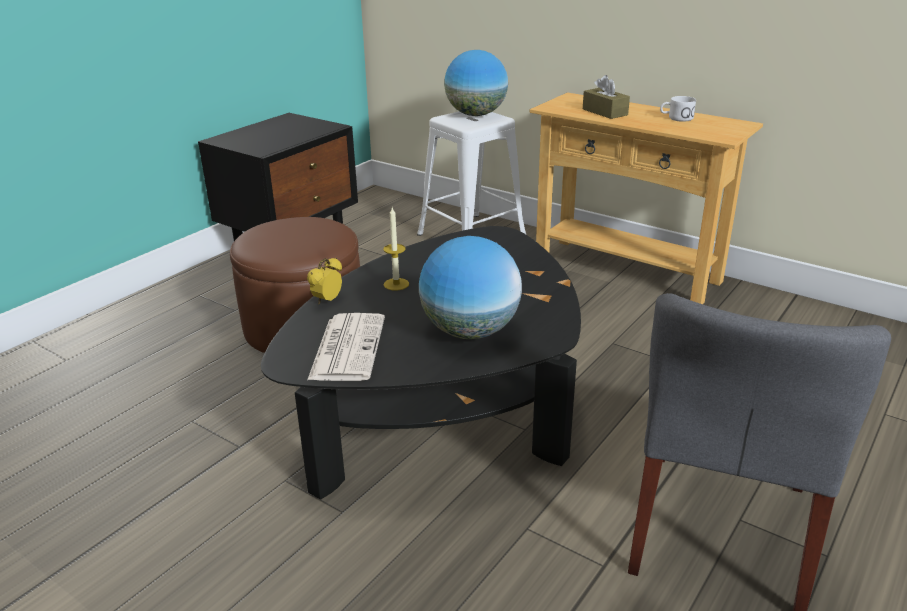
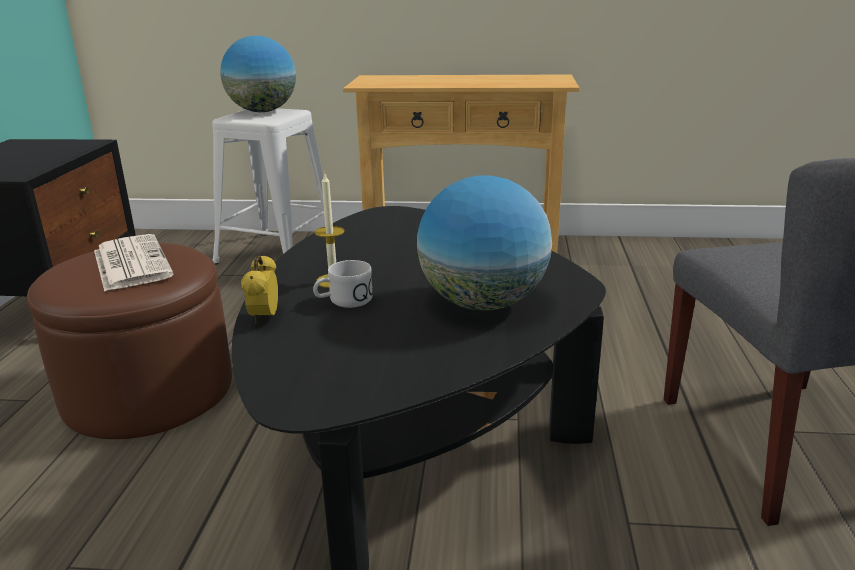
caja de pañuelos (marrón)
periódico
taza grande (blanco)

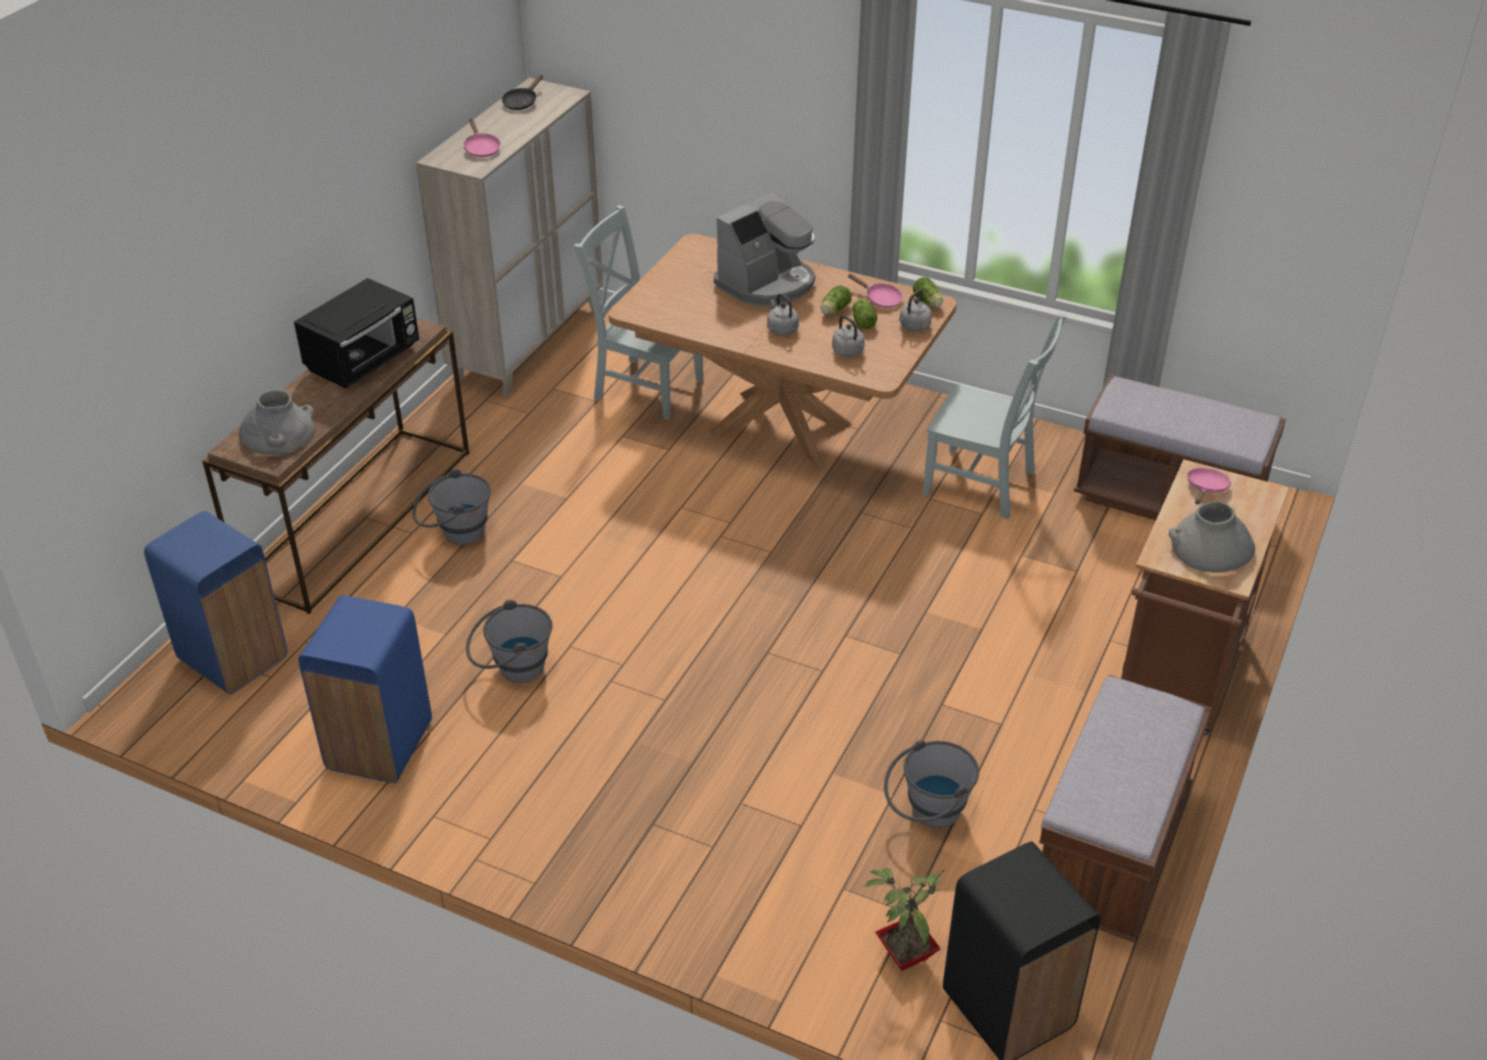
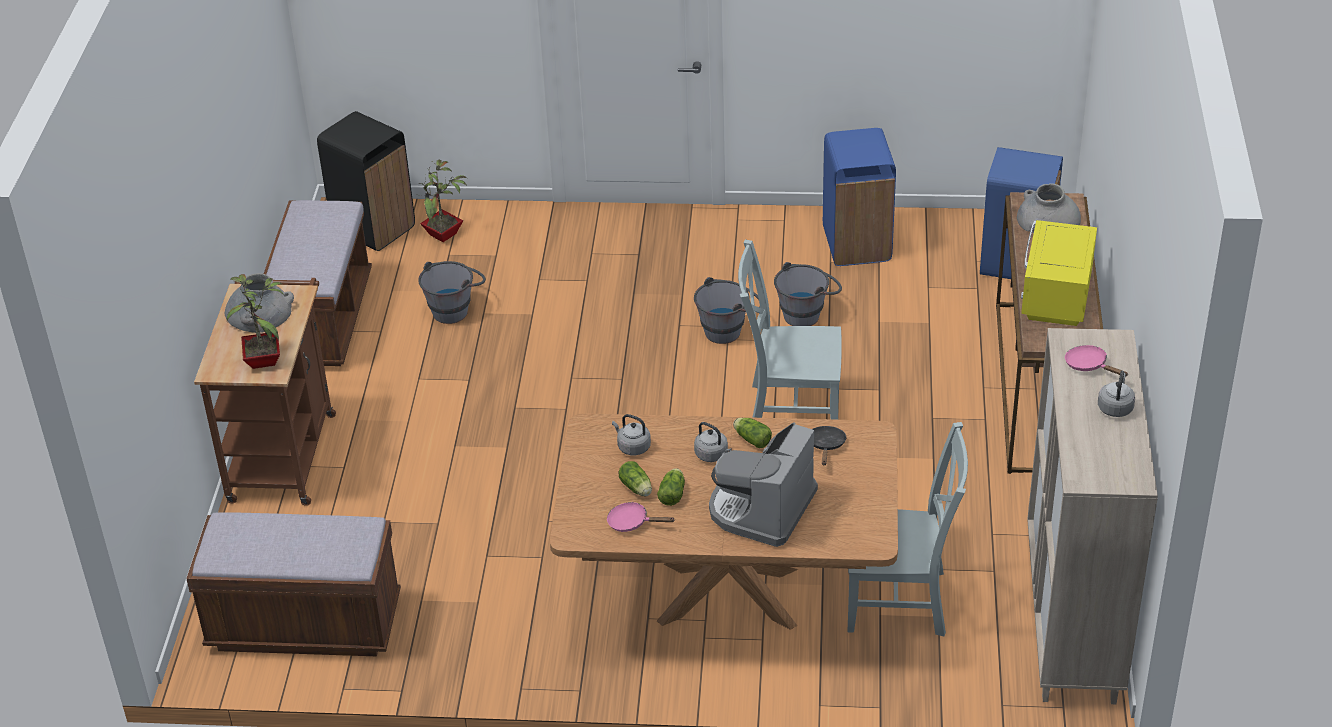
cubo (gris) (no. 2 from left)
sartén (negro)
hervidor (gris) (no. 3 from left)
lechuga (no. 3 from left)
silla (gris) (no. 1 from left)
planta en maceta (no. 1 from left)
microondas (amarillo)

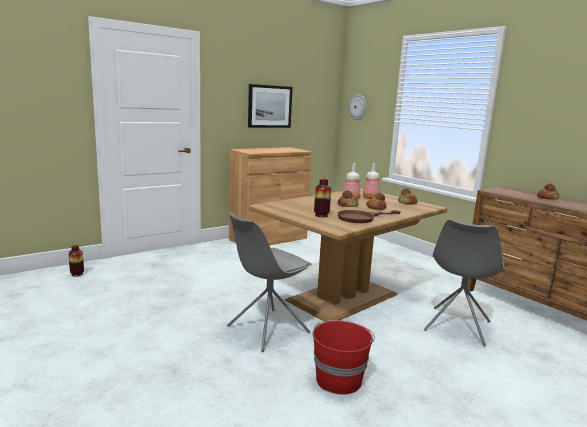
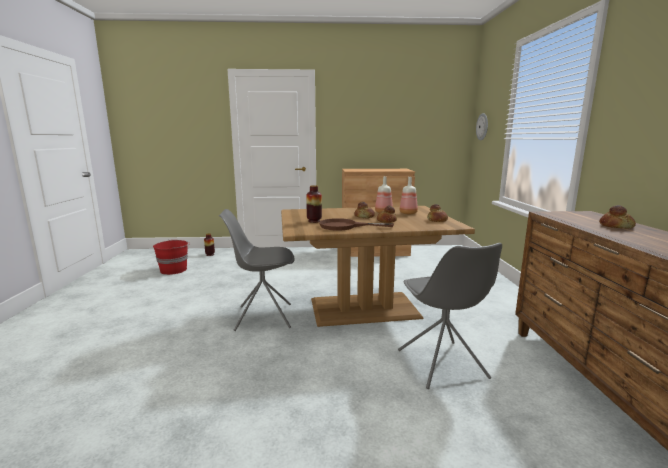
cuadro
cubo (rojo)
silla (gris) (no. 2 from left)

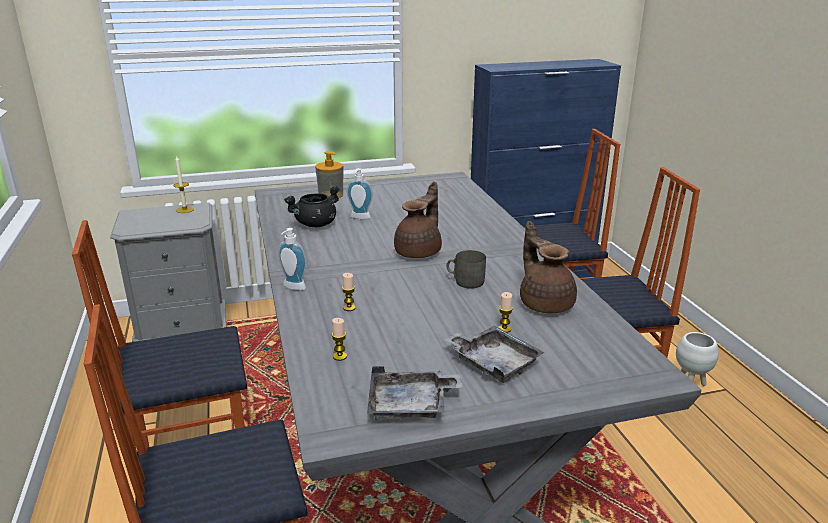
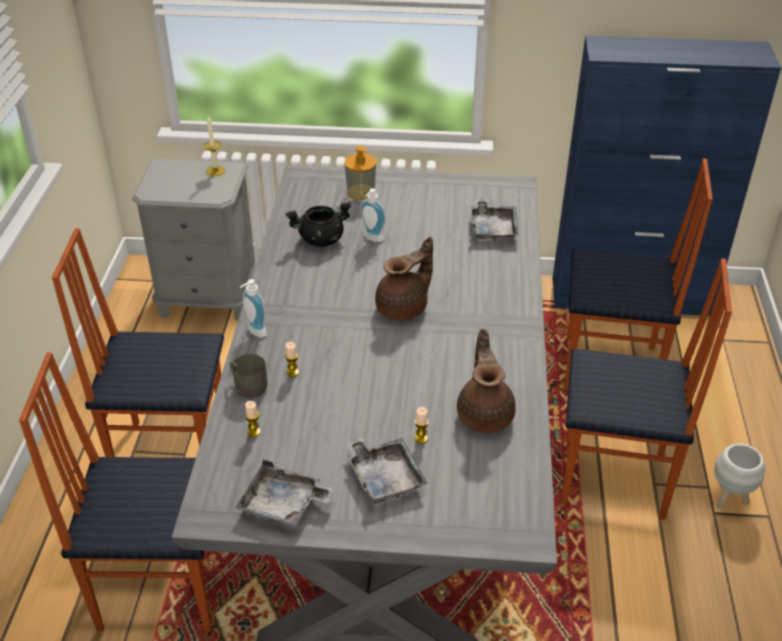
bandeja (gris) (no. 3 from left)
taza grande (gris)

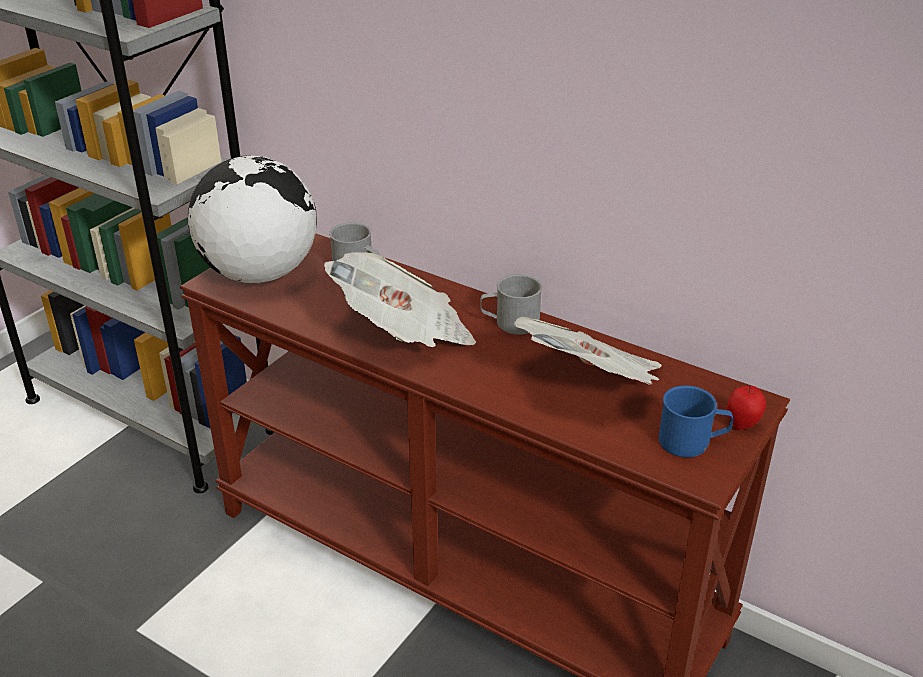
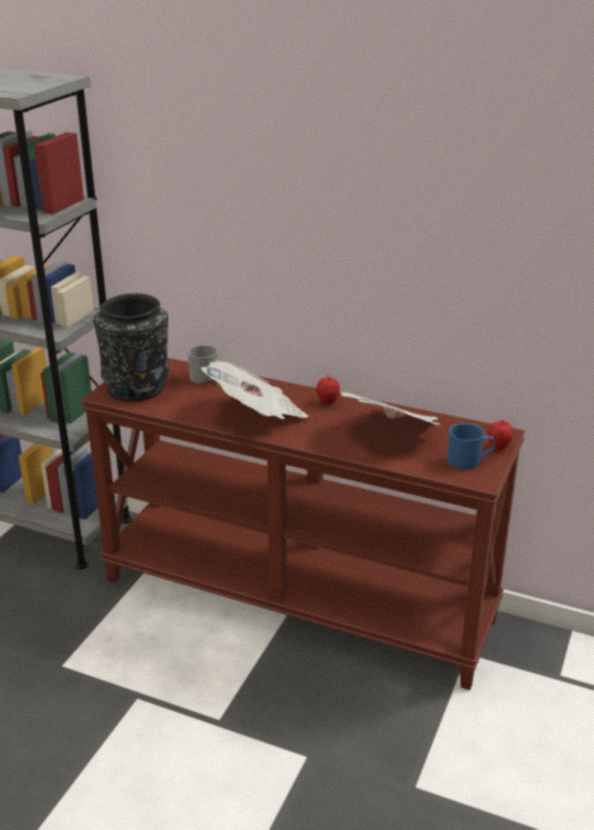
florero (negro)
manzana (no. 1 from left)

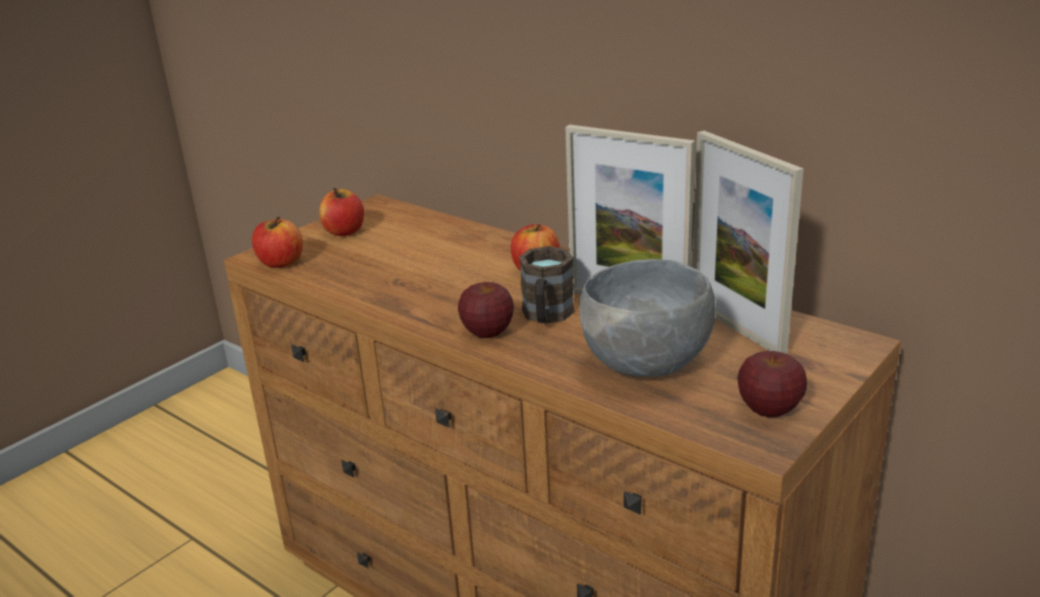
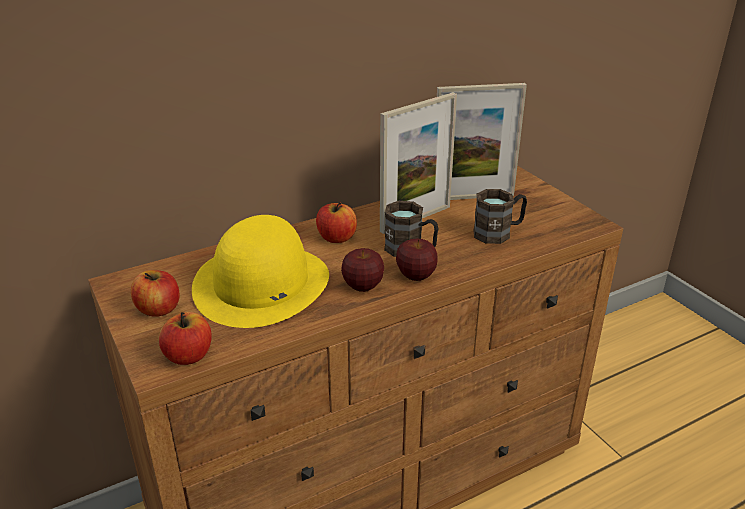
sombrero (amarillo)
manzana (no. 4 from left)
taza grande (marrón) (no. 2 from left)

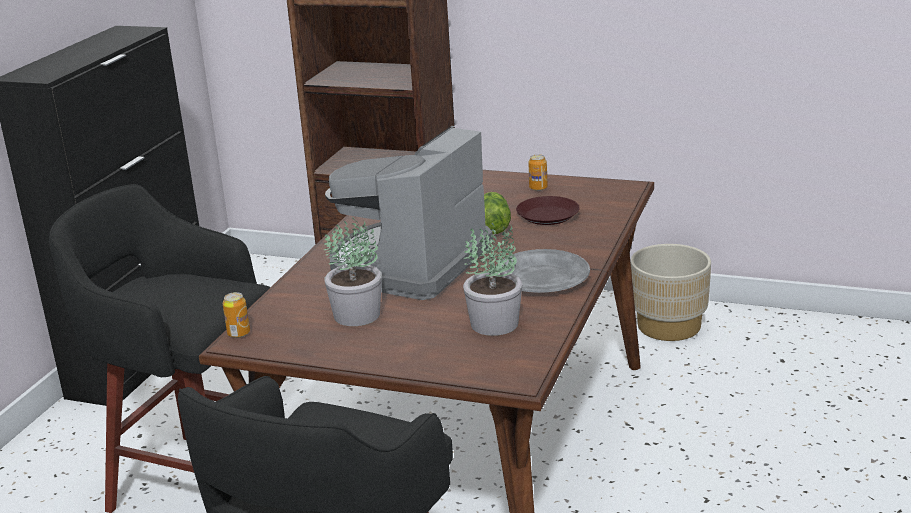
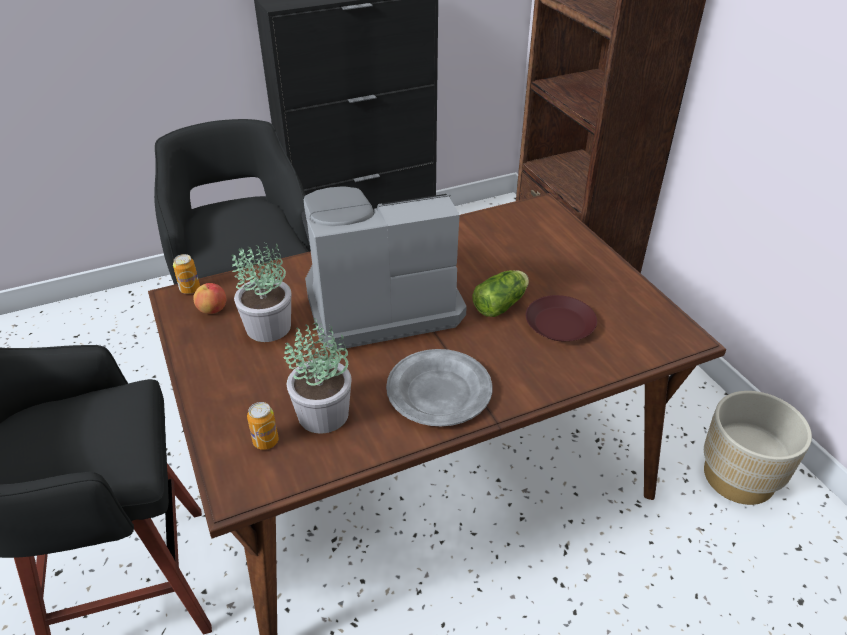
manzana
lata (no. 2 from left)

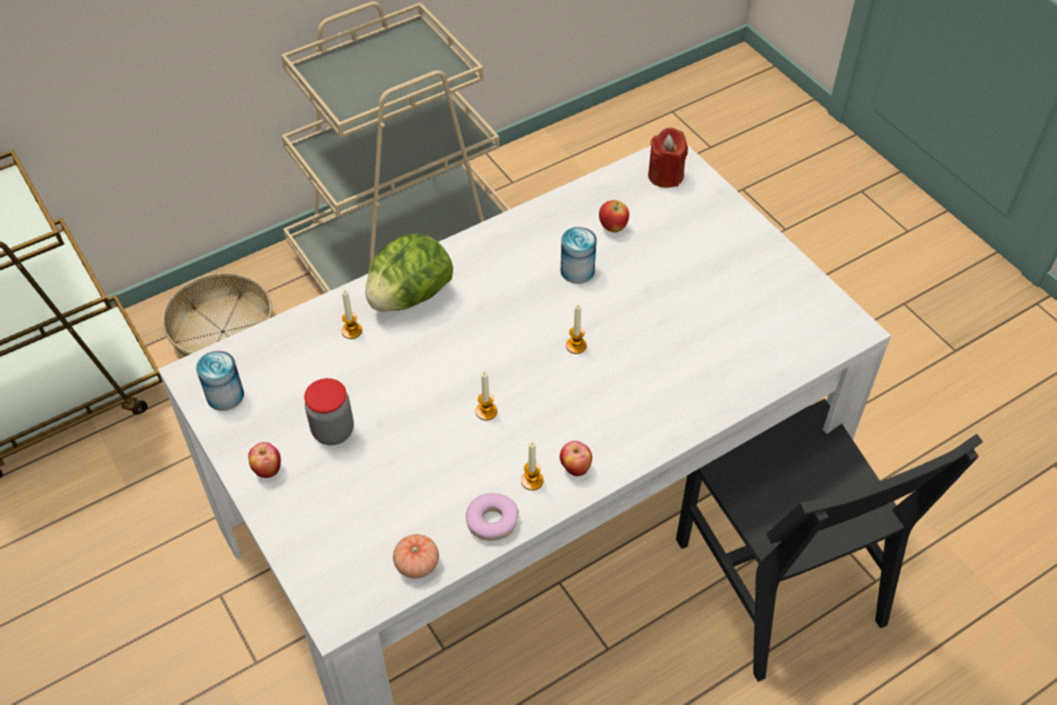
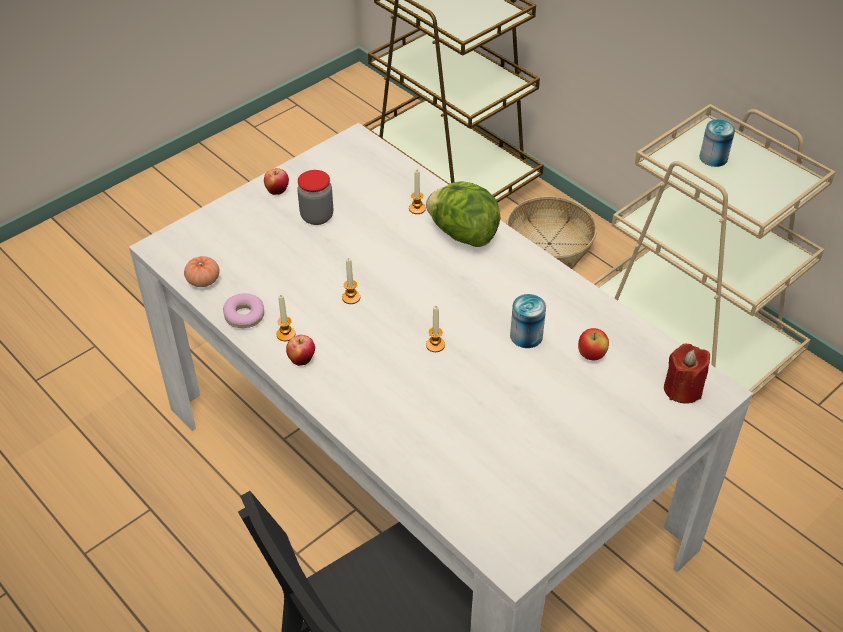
lata (no. 2 from left)

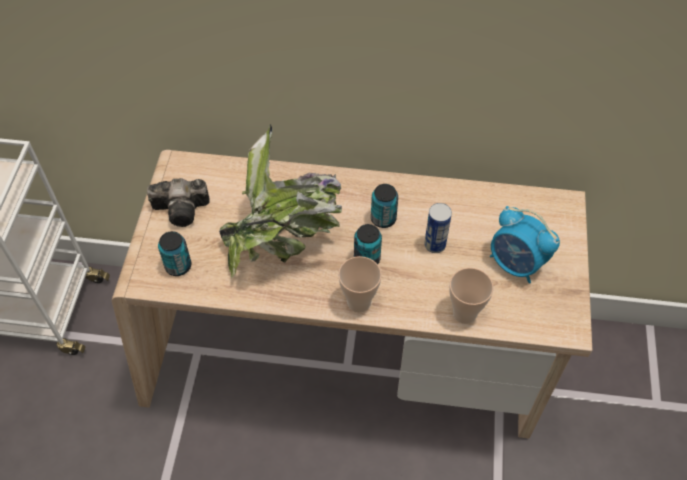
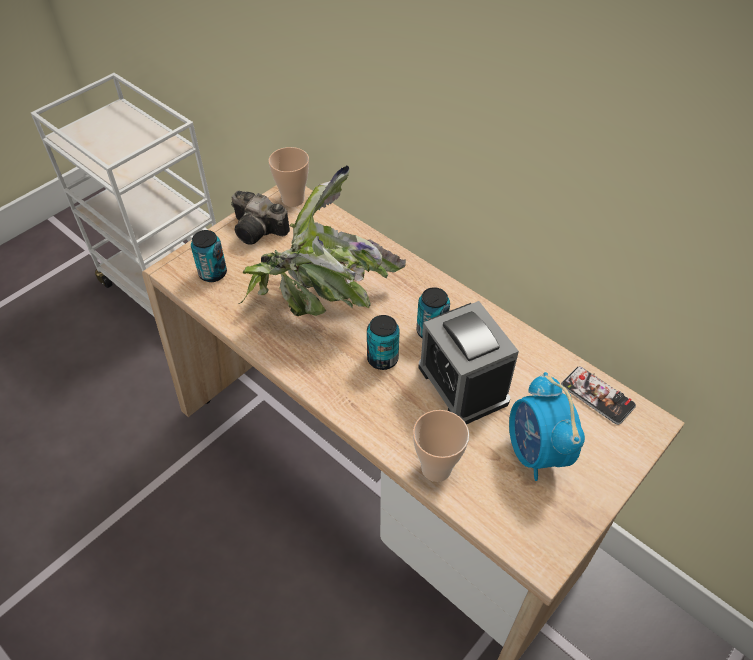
móvil
taza (no. 1 from left)
despertador (no. 1 from left)

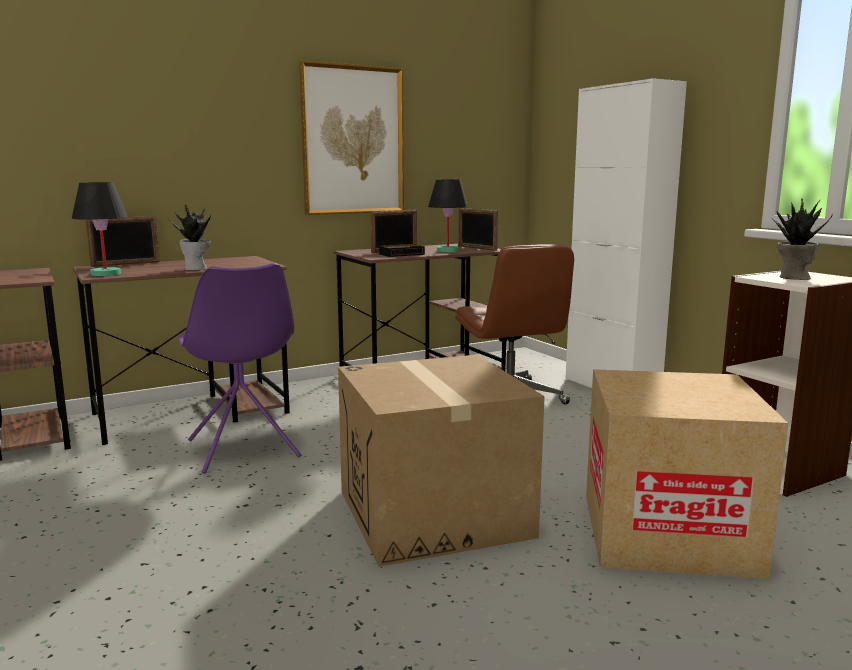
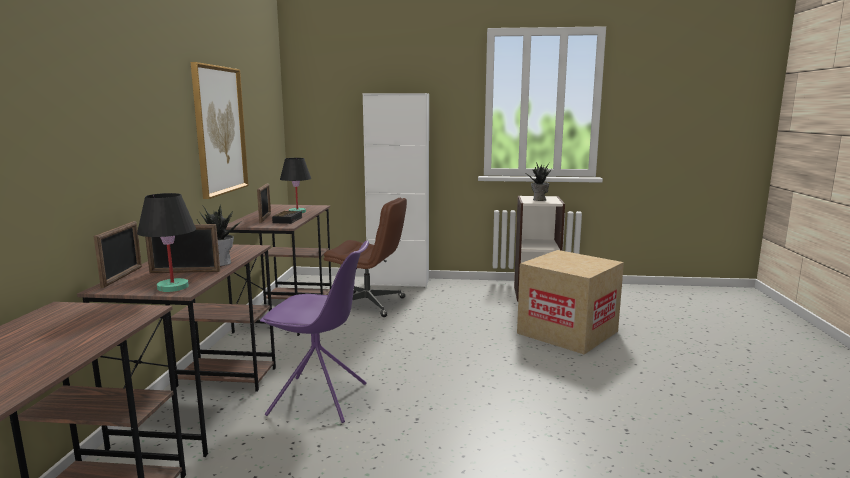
caja de cartón (no. 1 from left in the first image)
portarretratos (no. 2 from left)

